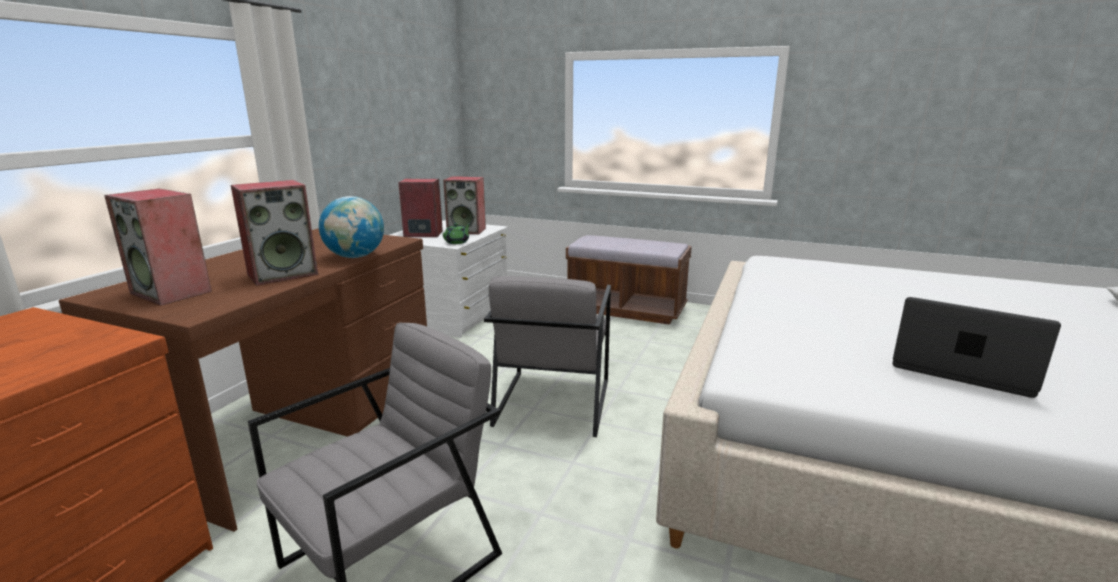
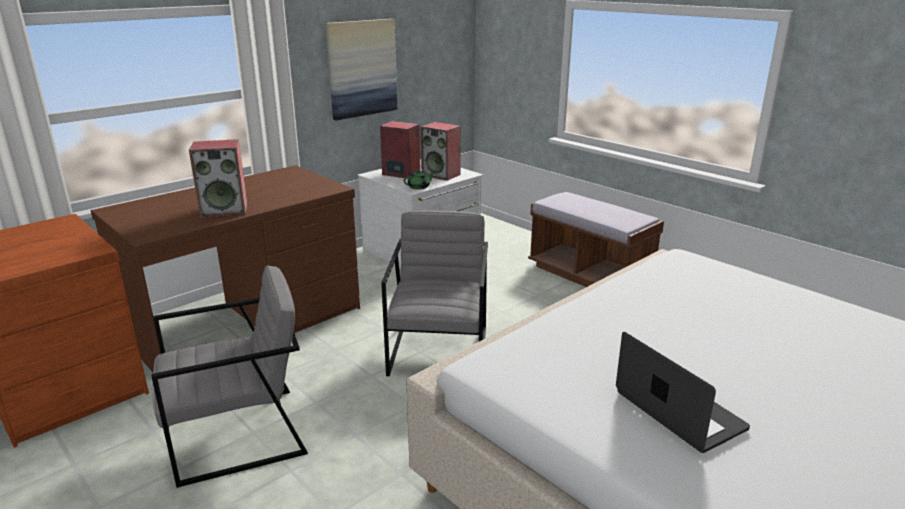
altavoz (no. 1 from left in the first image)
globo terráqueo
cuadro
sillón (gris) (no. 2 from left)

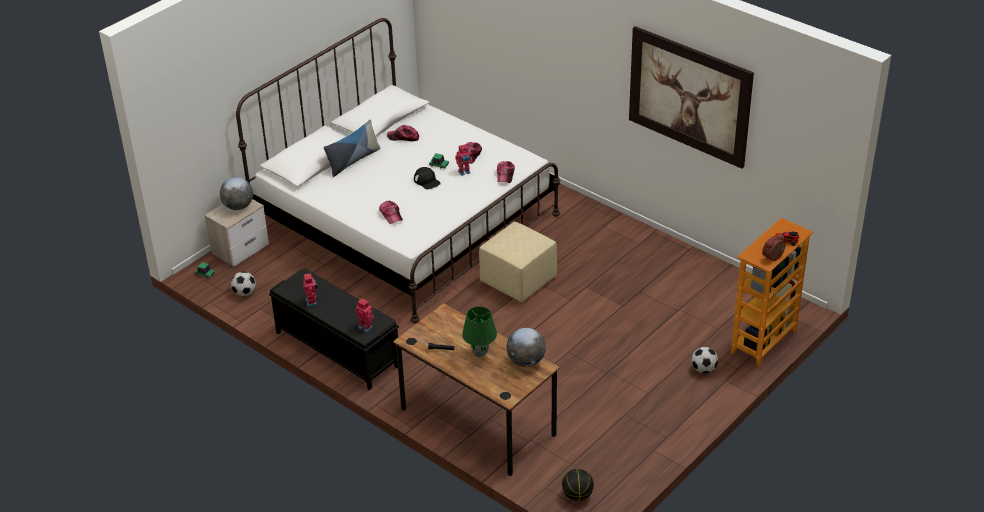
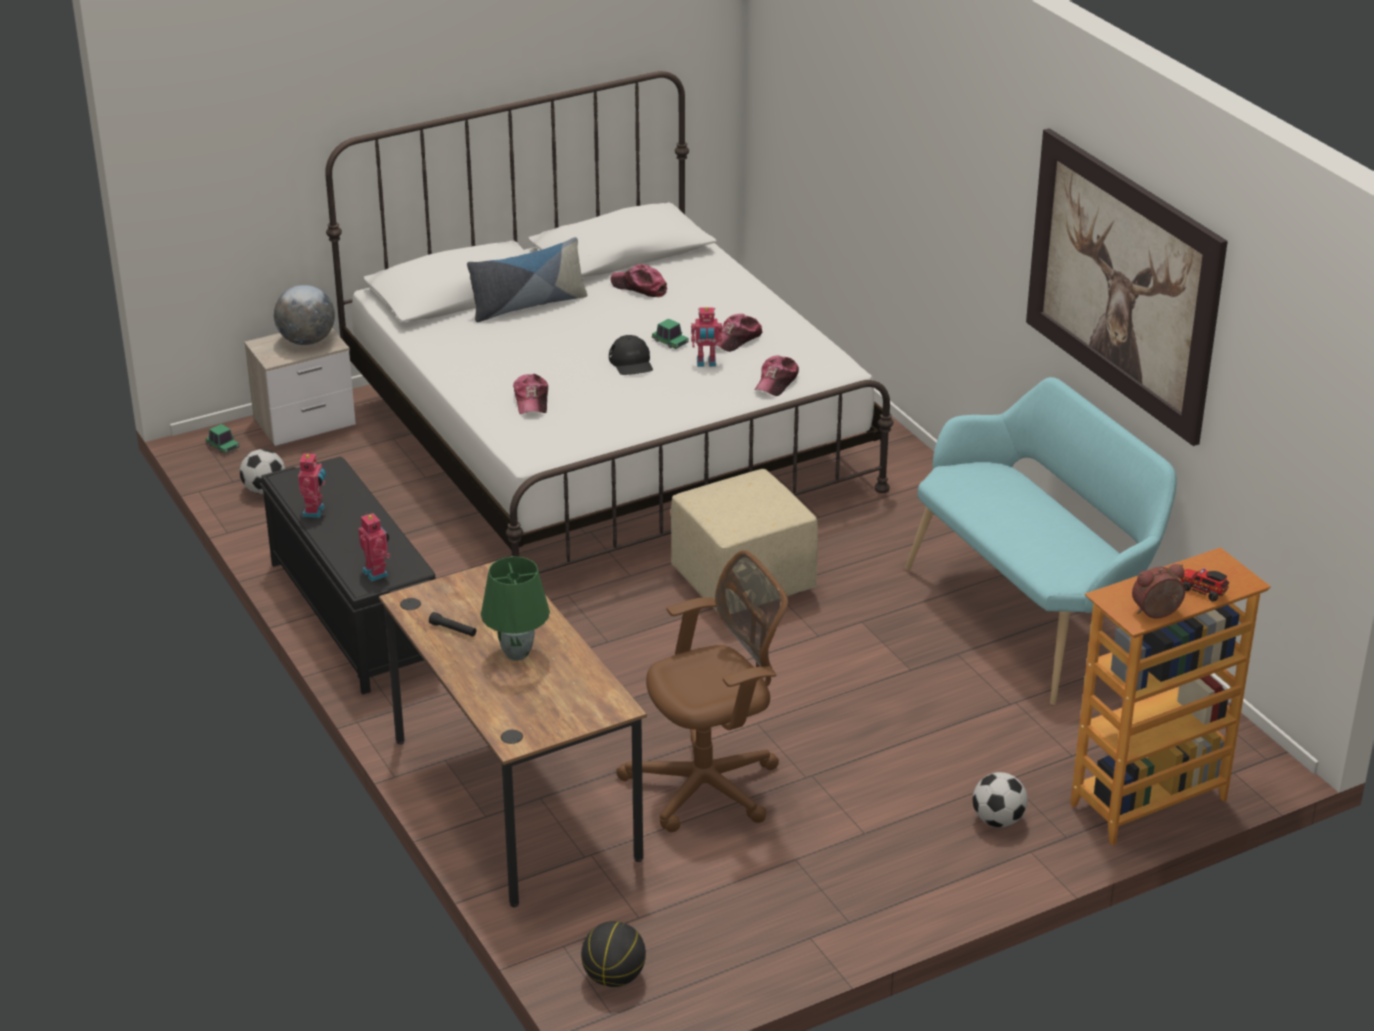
globo terráqueo (no. 2 from left in the first image)
silla de oficina (marrón)
banco (turquesa)

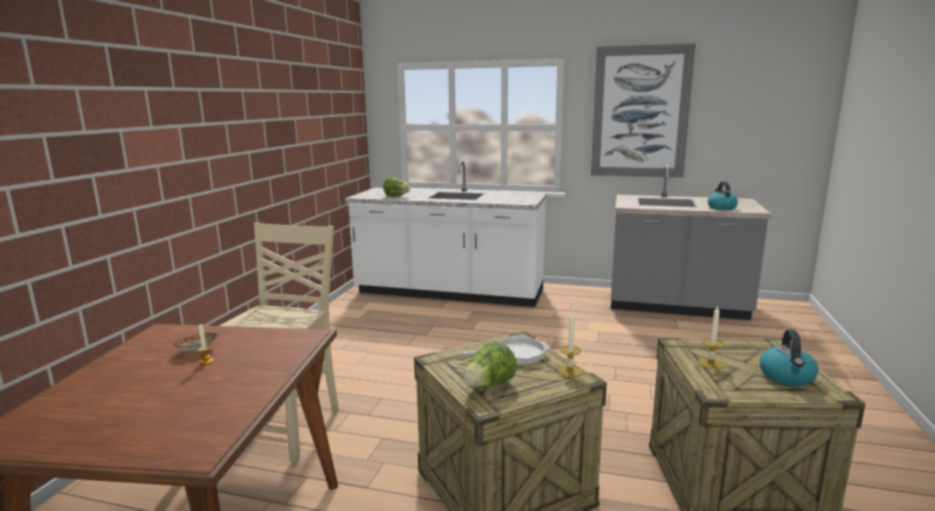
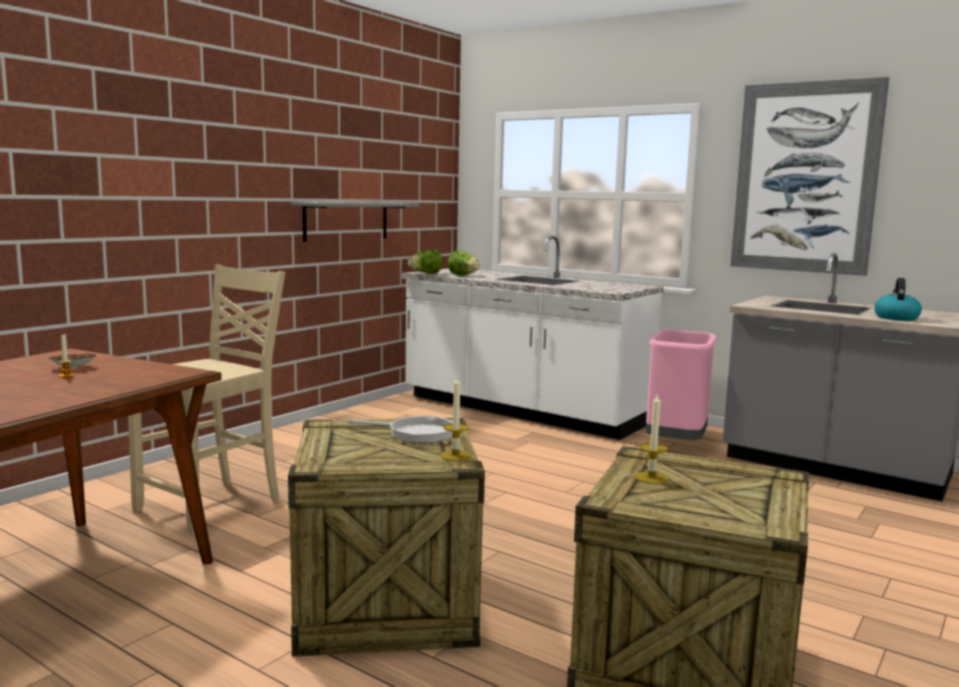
hervidor (no. 2 from left in the first image)
estante (gris)
papelera (rosa)
lechuga (no. 1 from left)

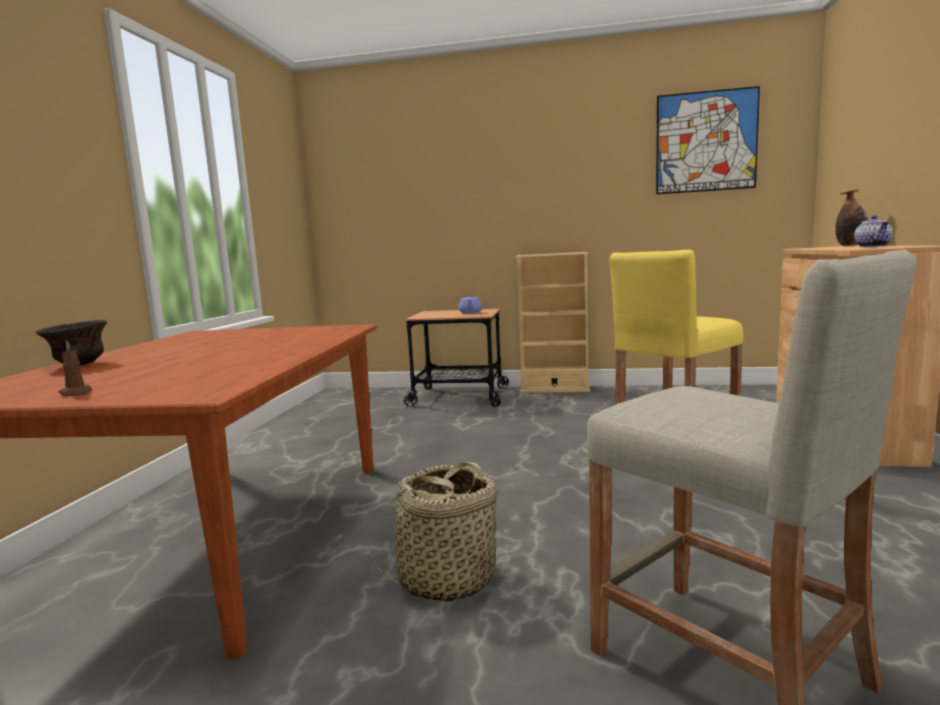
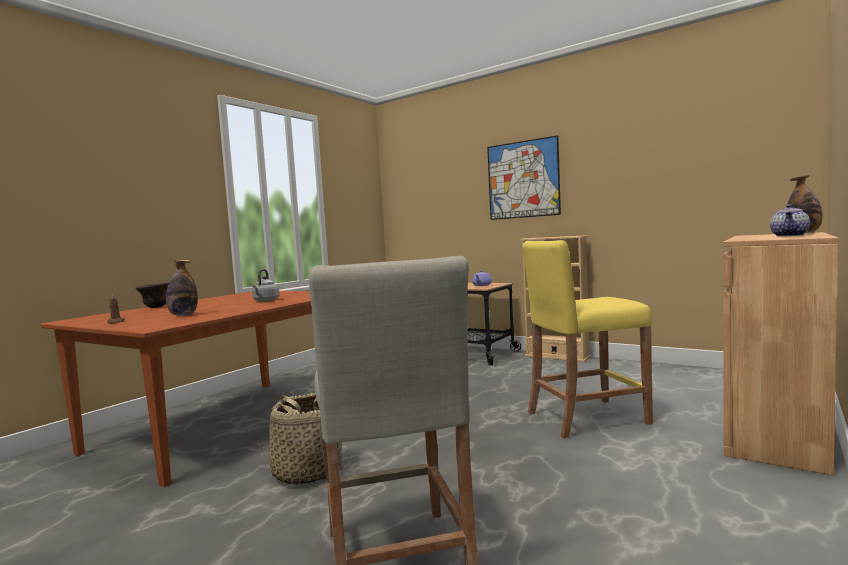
botella (no. 1 from left)
hervidor (gris)
cuadro

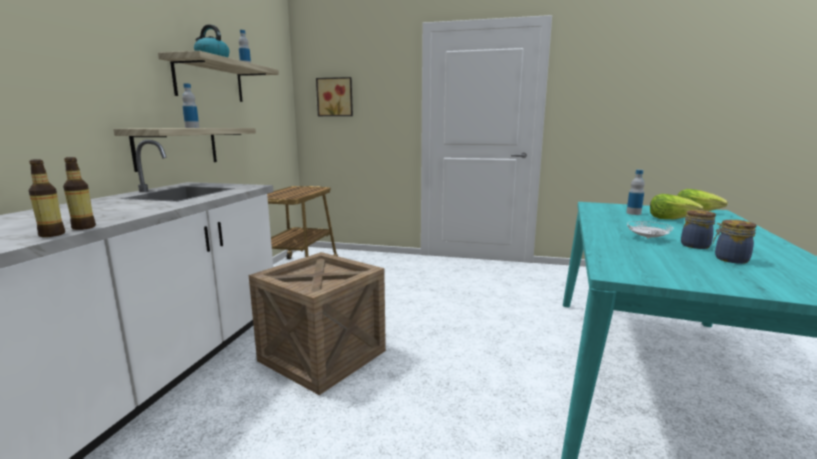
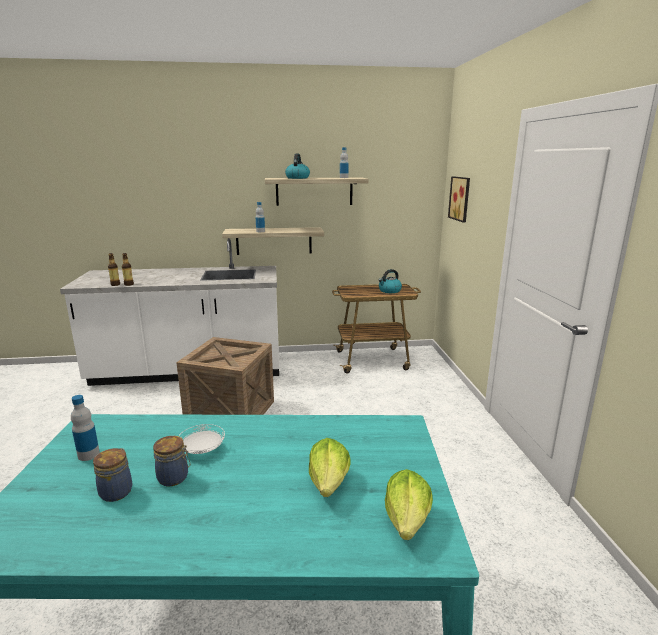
hervidor (no. 2 from left)
botella (no. 1 from left)

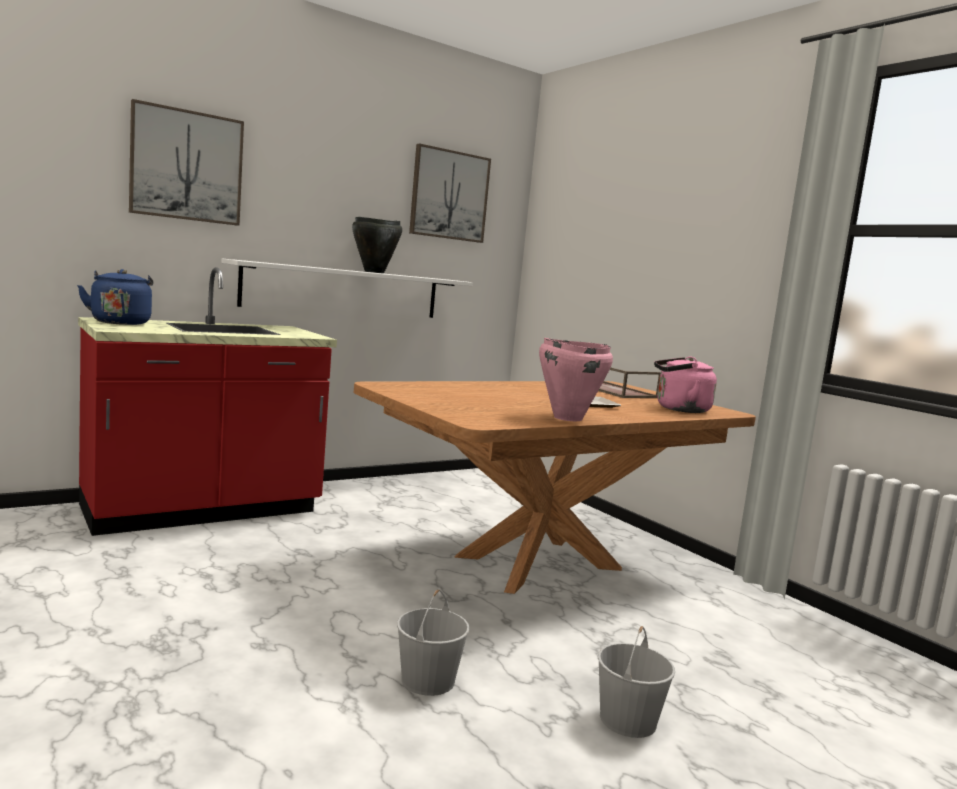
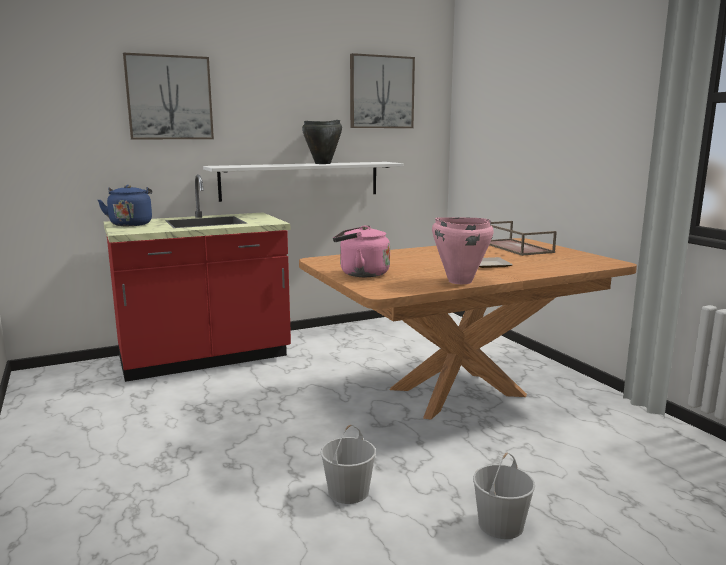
hervidor (rosa)

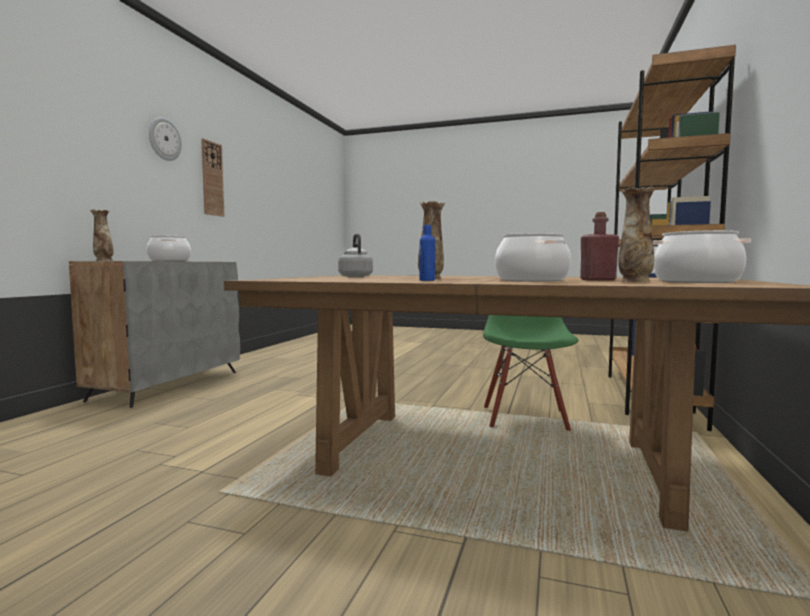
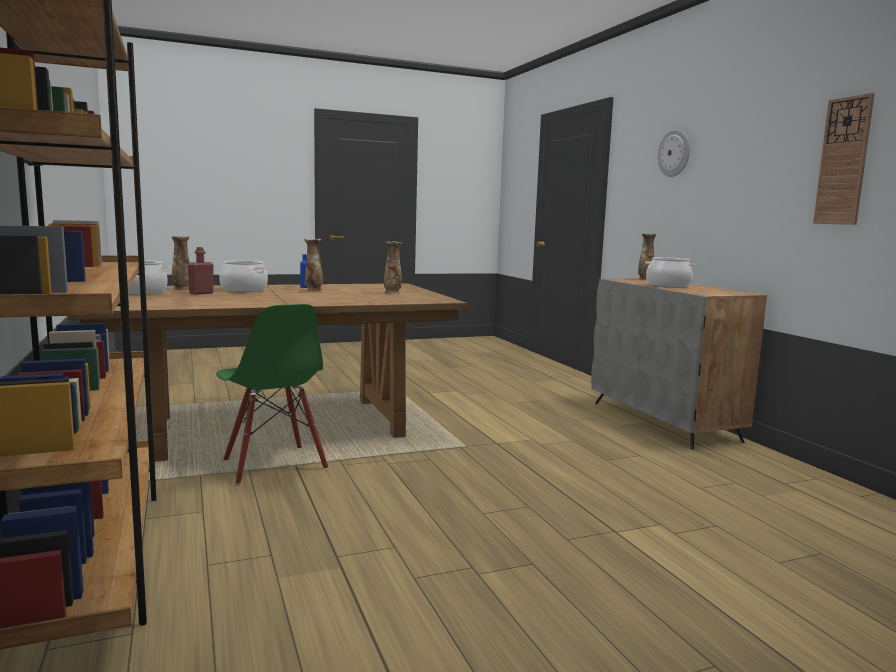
reloj de pared (no. 1 from left)
florero (no. 3 from left)

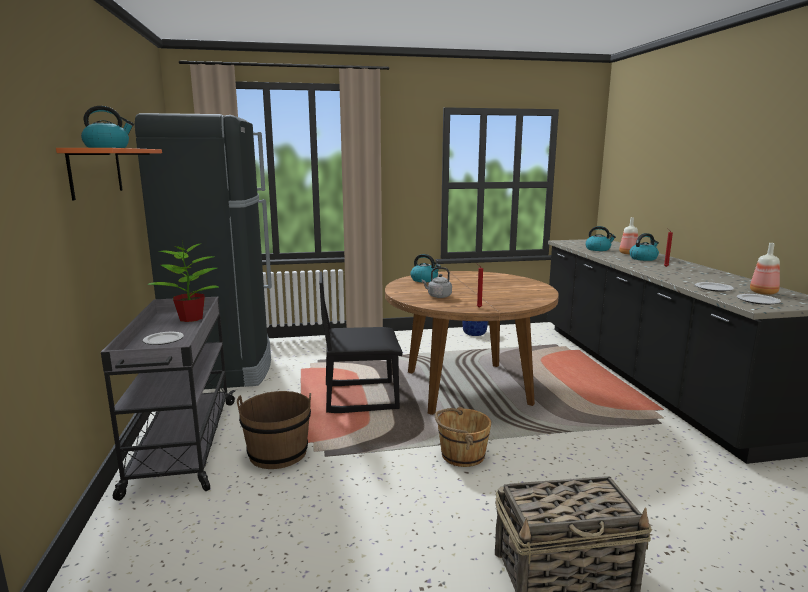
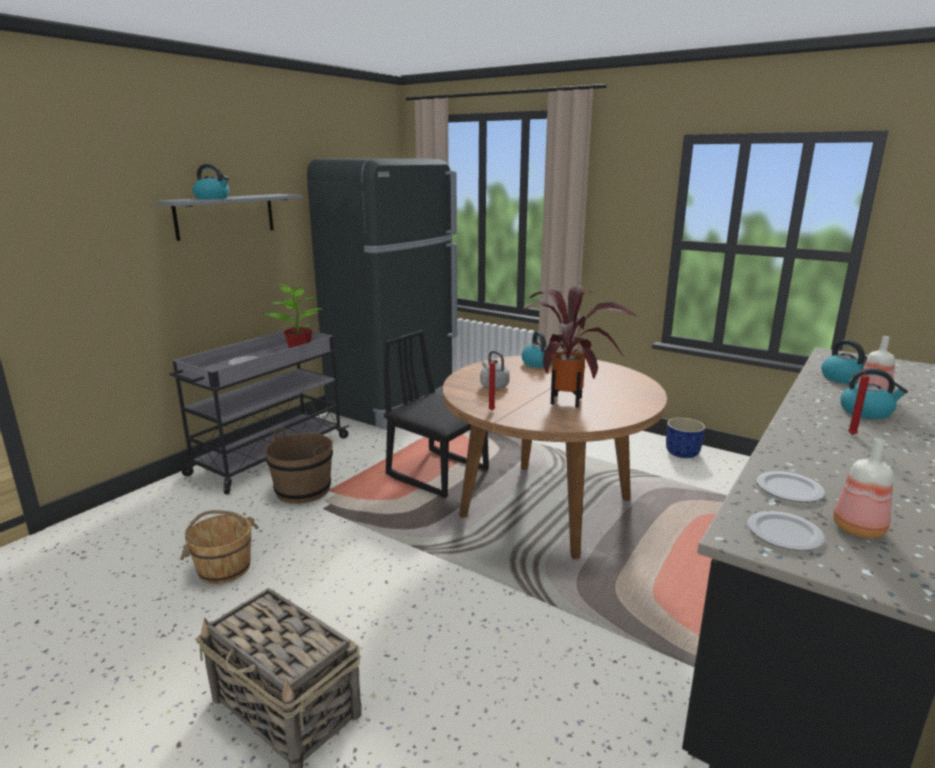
planta en maceta (no. 2 from left)
cubo (marrón) (no. 1 from left)
estante (gris)

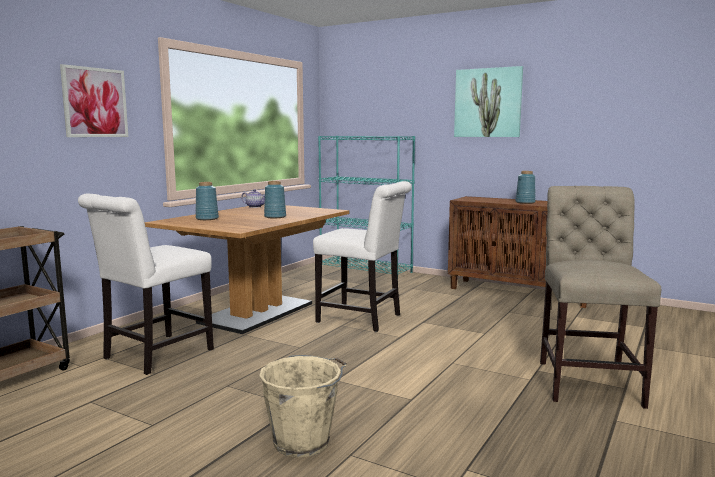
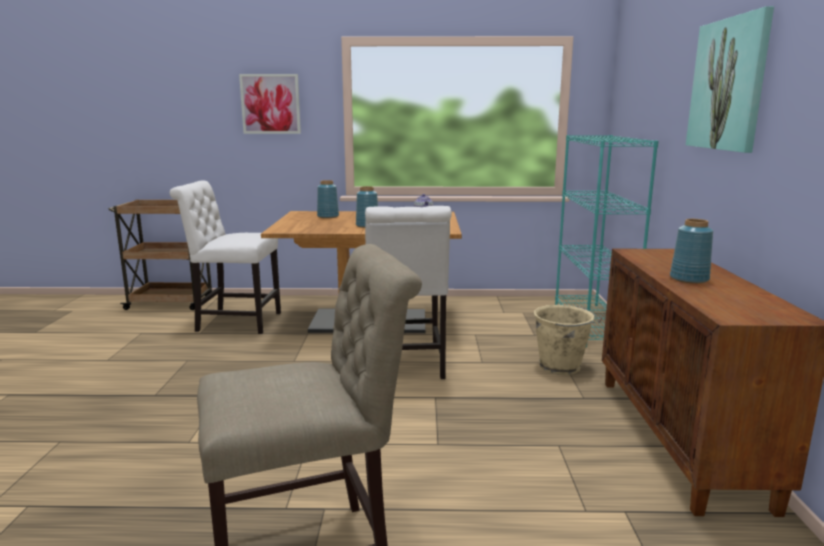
cubo (beis)

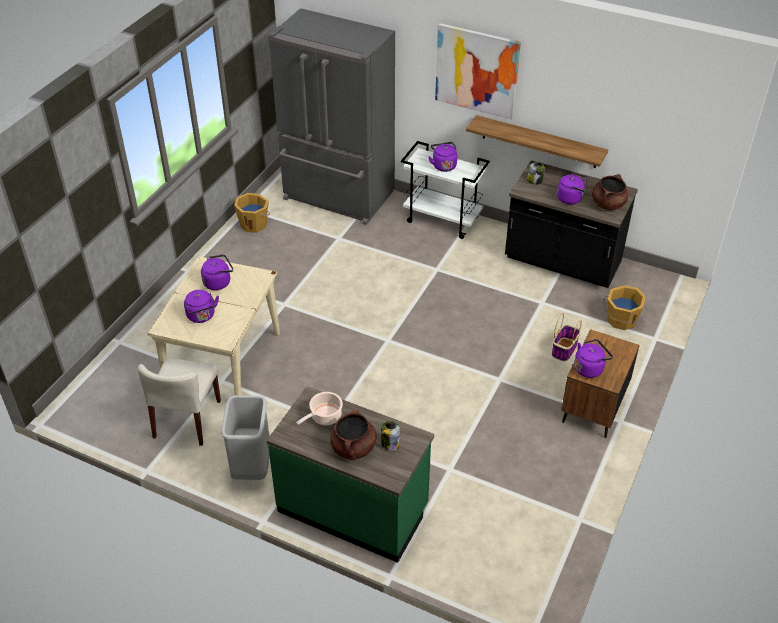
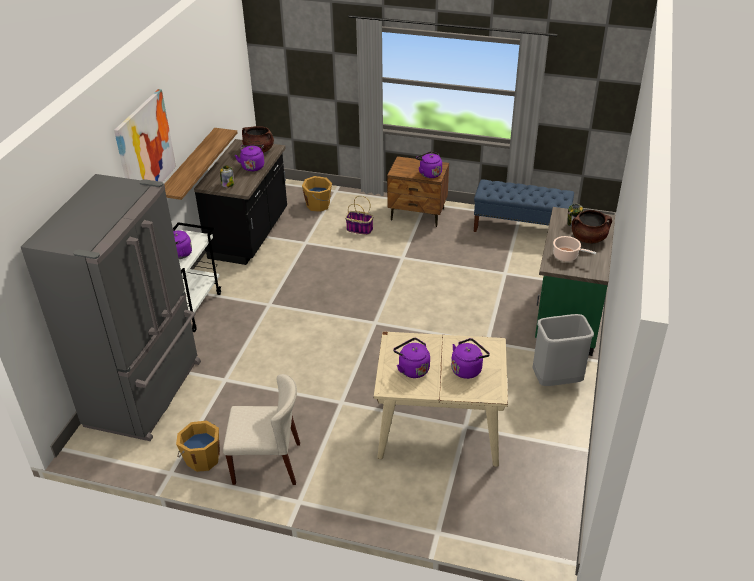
banco (azul)
silla (beis)

